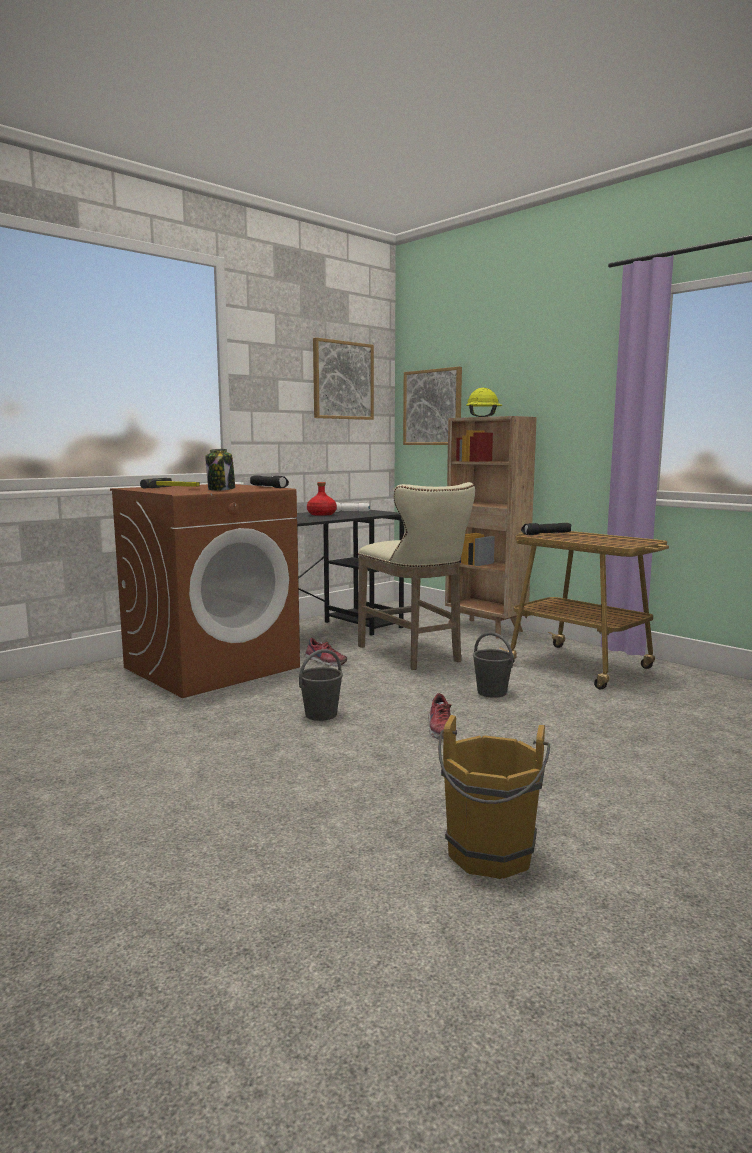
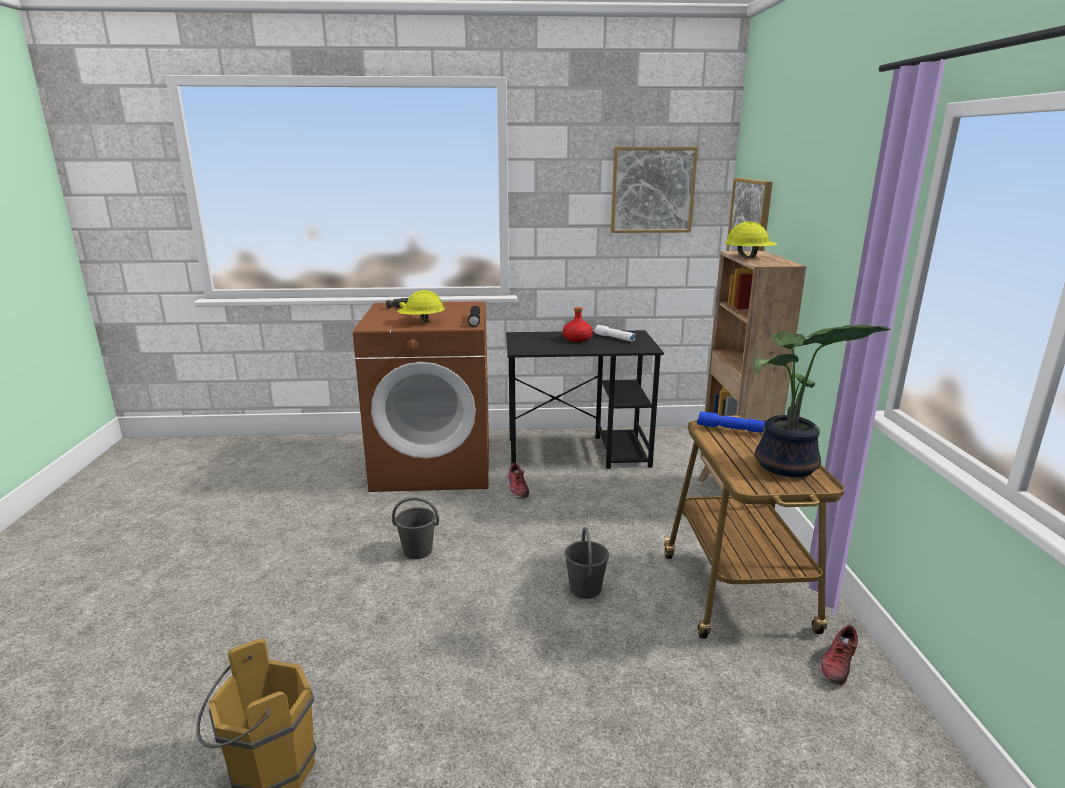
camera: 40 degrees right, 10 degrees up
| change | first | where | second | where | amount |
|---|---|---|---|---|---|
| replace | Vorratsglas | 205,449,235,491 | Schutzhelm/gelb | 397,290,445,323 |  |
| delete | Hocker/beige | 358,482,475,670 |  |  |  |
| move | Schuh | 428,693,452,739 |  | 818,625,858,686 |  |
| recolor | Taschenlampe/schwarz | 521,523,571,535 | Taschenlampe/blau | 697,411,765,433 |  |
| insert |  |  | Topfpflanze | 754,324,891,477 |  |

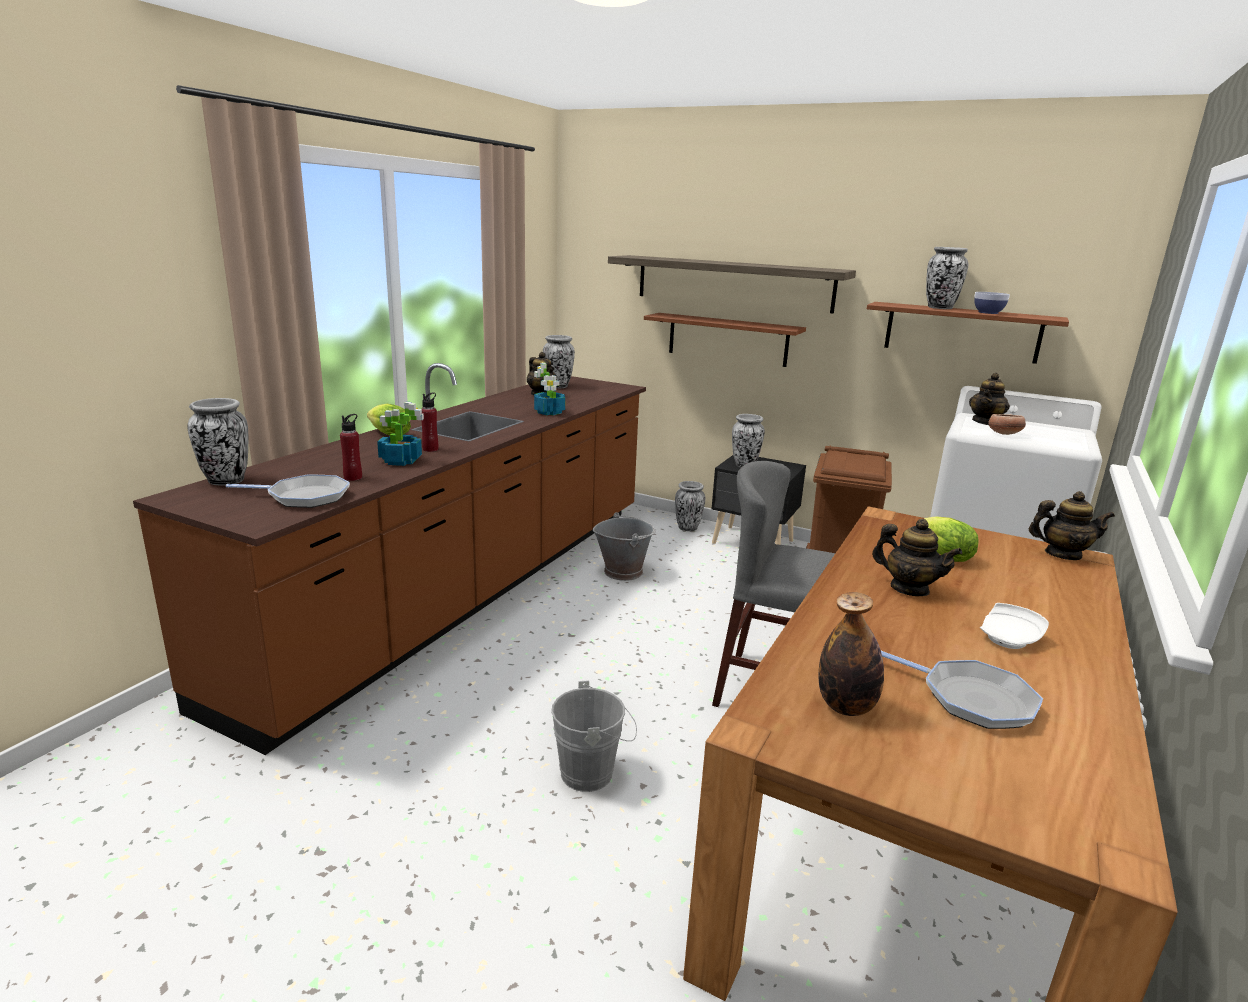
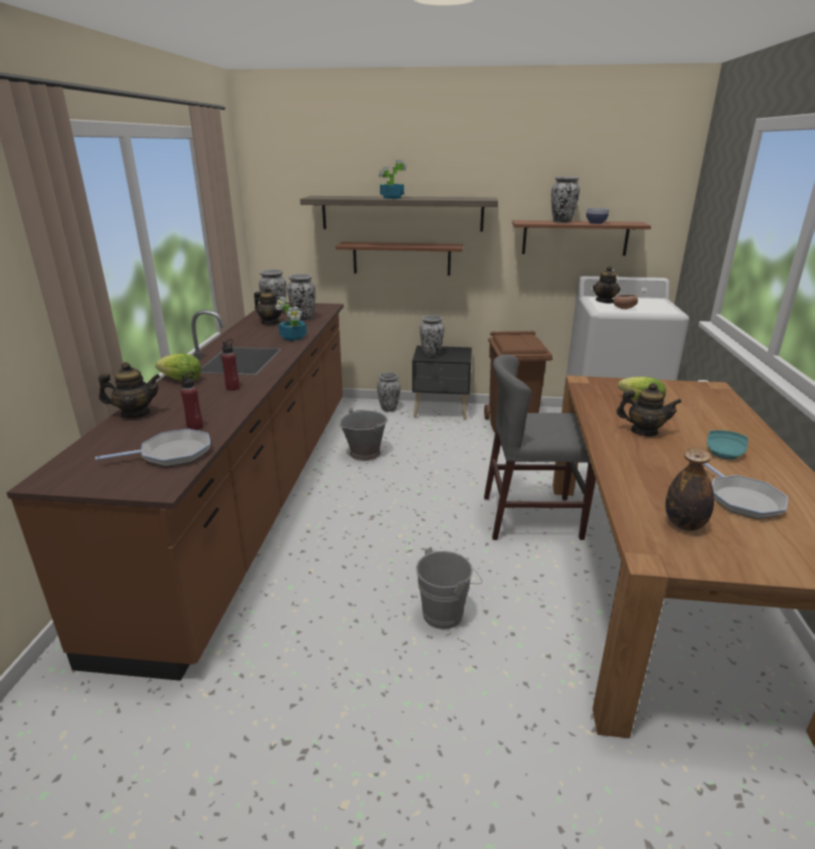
camera: 20 degrees left, 5 degrees up
| change | first | where | second | where | amount |
|---|---|---|---|---|---|
| move | Vase | 187,398,248,486 |  | 287,274,316,321 |  |
| move | Topfpflanze | 377,402,424,466 |  | 379,160,407,199 |  |
| rotate | Pfanne | 881,651,1043,729 |  | 703,463,788,519 | 60 degrees clockwise |
| recolor | Teller/weiß | 980,603,1049,649 | Teller/türkis | 707,430,748,460 |  |
| move | Teekanne | 1029,491,1115,560 |  | 98,362,160,418 |  |

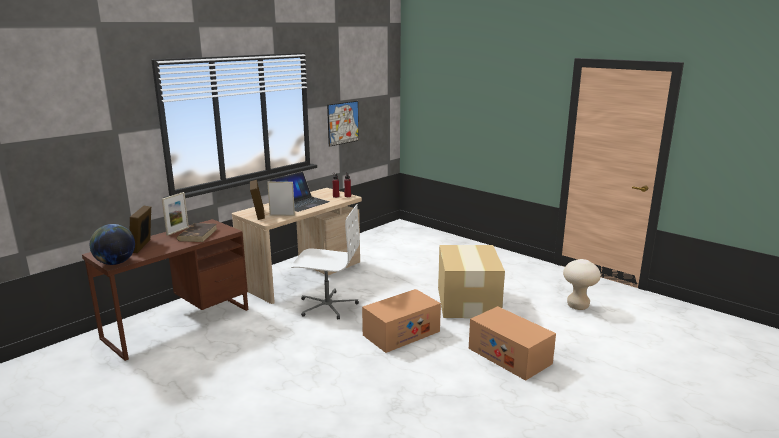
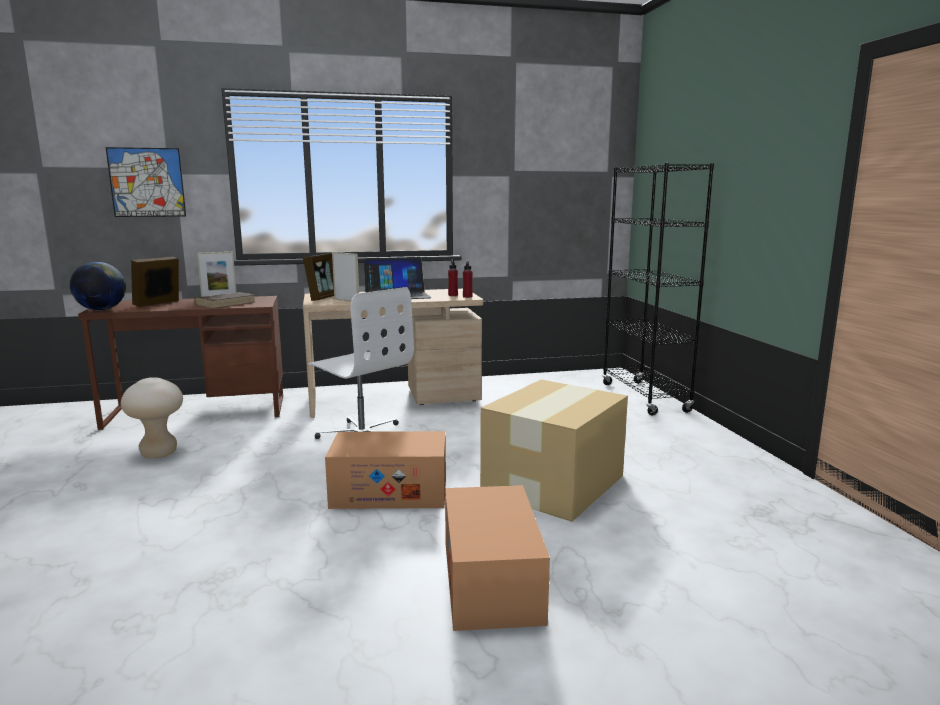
camera: 35 degrees right, 5 degrees down
| change | first | where | second | where | amount |
|---|---|---|---|---|---|
| move | Bild | 327,101,359,147 |  | 106,147,186,217 |  |
| move | Hocker/beige | 563,259,601,310 |  | 121,377,183,459 |  |
| insert |  |  | Bücherregal/schwarz | 602,163,714,416 |  |

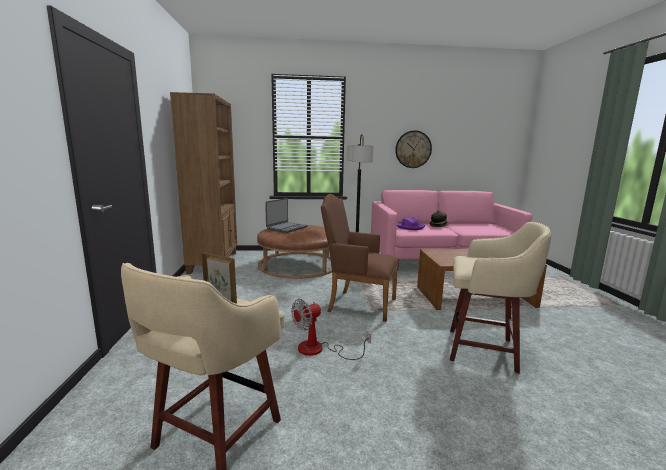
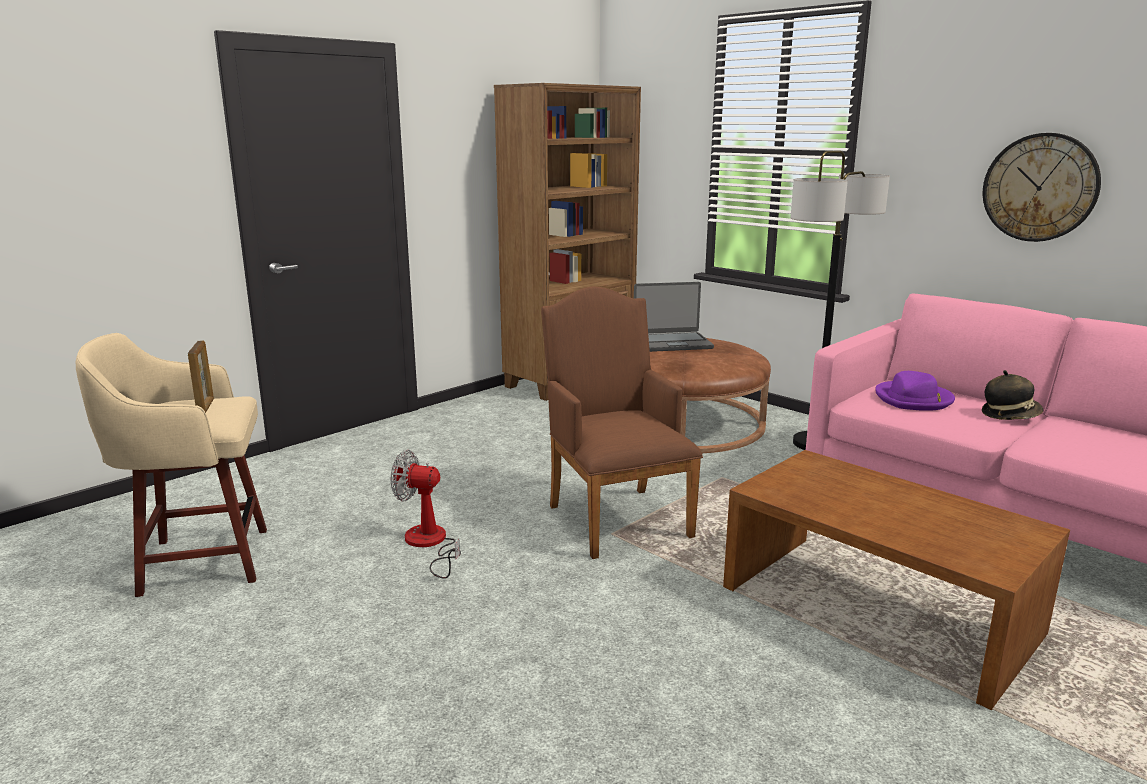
camera: 50 degrees right, 5 degrees up
| change | first | where | second | where | amount |
|---|---|---|---|---|---|
| delete | Hocker/beige | 450,222,551,373 |  |  |  |

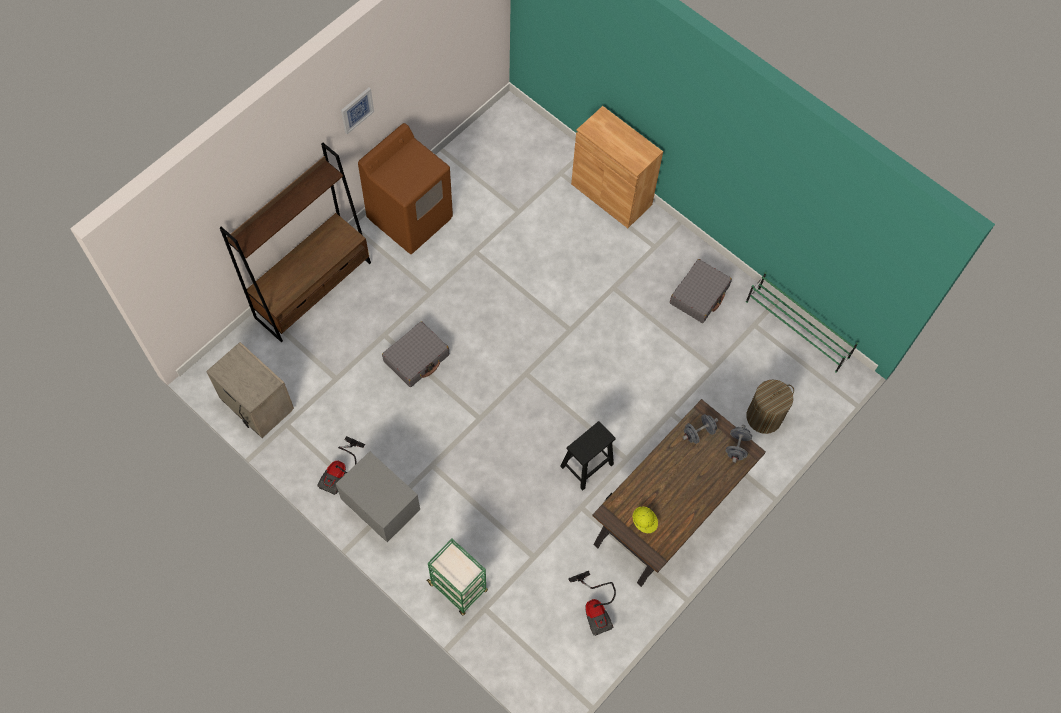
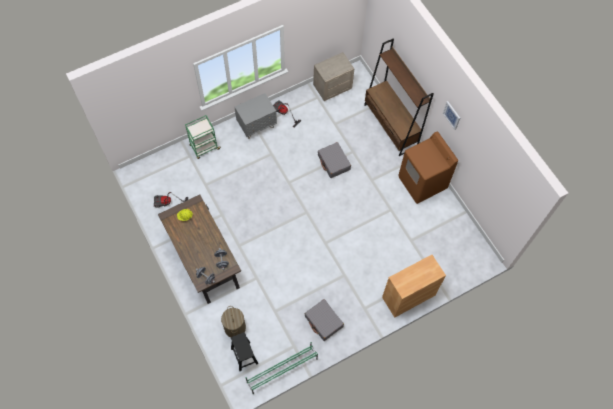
camera: 110 degrees right, 0 degrees up
| change | first | where | second | where | amount |
|---|---|---|---|---|---|
| move | Hocker/schwarz | 560,421,616,490 |  | 231,332,258,371 |  |

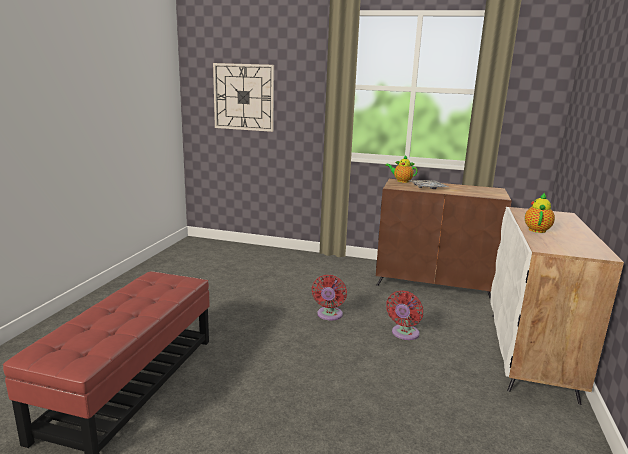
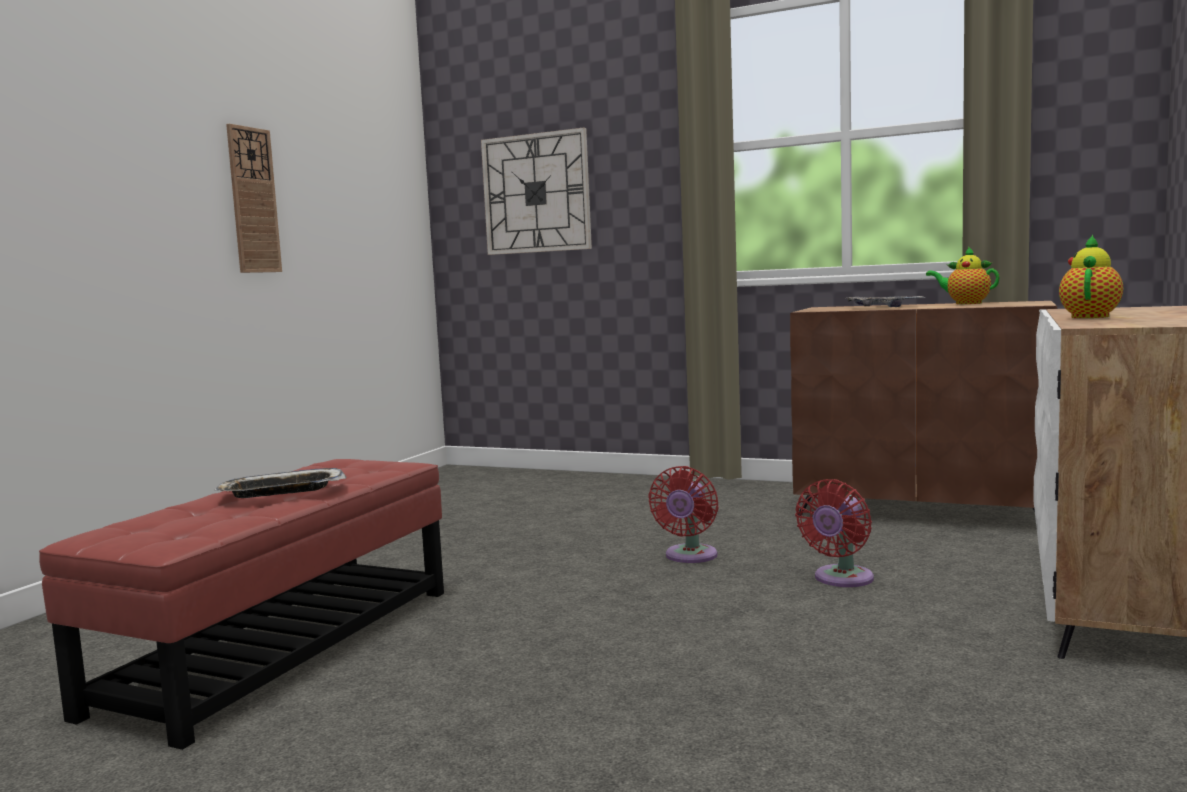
camera: 10 degrees right, 10 degrees down
| change | first | where | second | where | amount |
|---|---|---|---|---|---|
| move | Teekanne | 385,155,418,183 |  | 926,247,1000,304 |  |
| insert |  |  | Tablett | 215,468,347,498 |  |
| insert |  |  | Wanduhr | 226,124,282,273 |  |

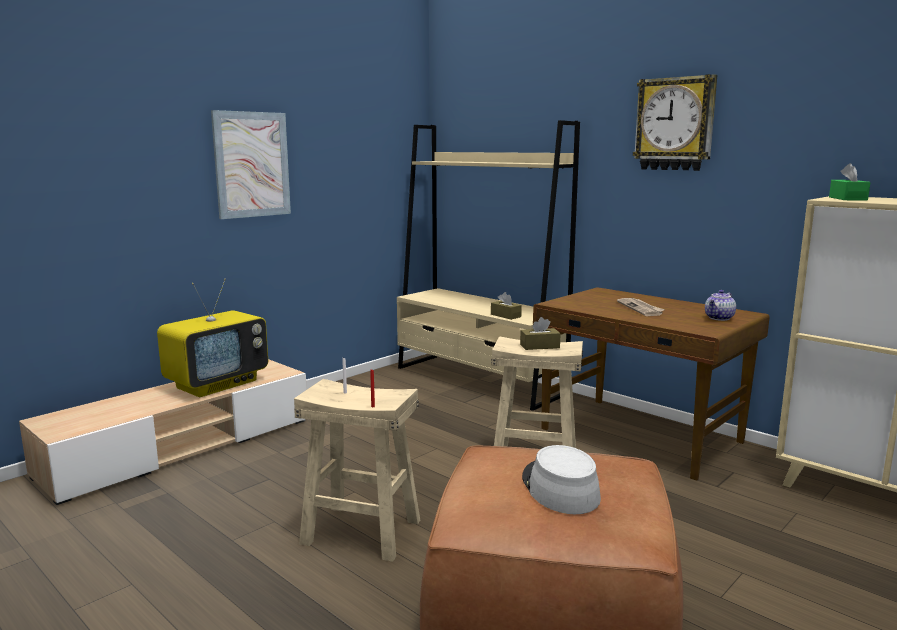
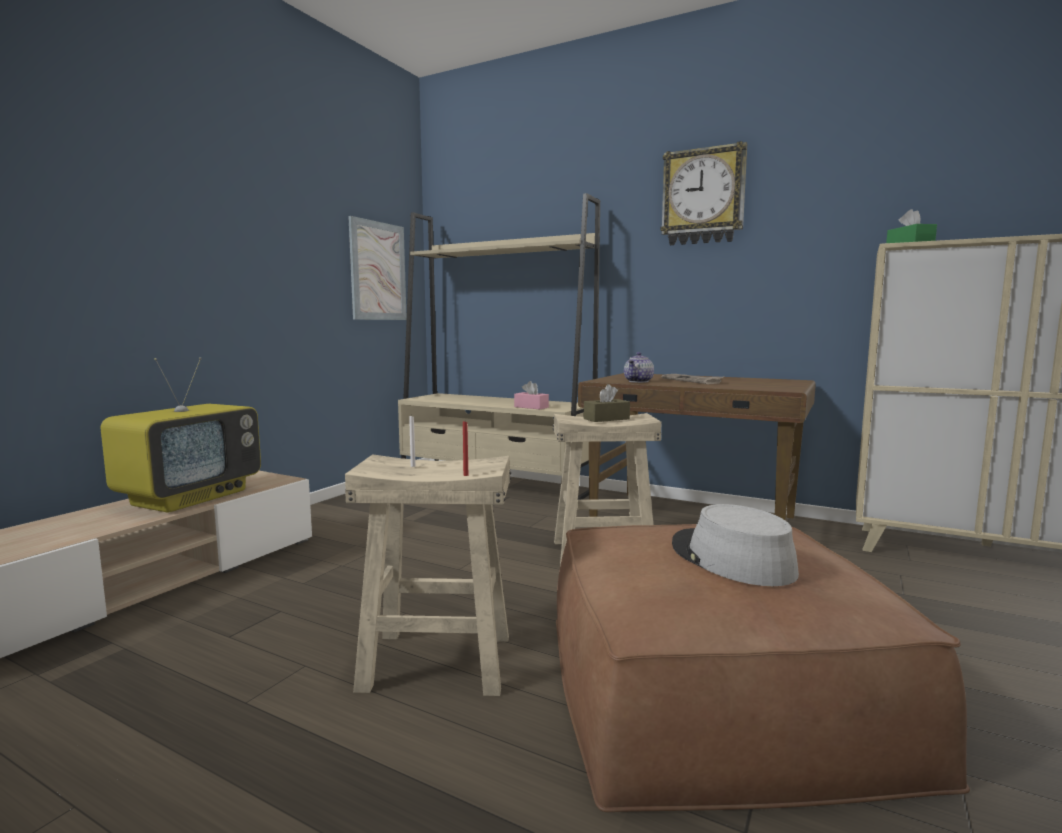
camera: 15 degrees left, 5 degrees down
| change | first | where | second | where | amount |
|---|---|---|---|---|---|
| move | Bild | 211,110,291,219 |  | 348,216,407,320 |  |
| recolor | Taschentuchbox/braun | 491,292,522,320 | Taschentuchbox/rosa | 514,381,549,409 |  |
| move | Teekanne | 705,290,736,321 |  | 624,352,654,383 |  |

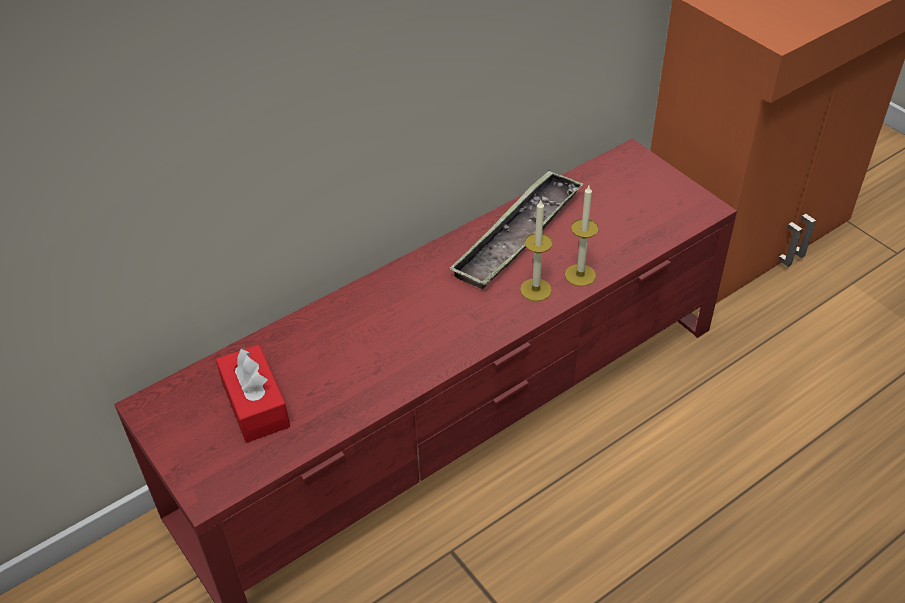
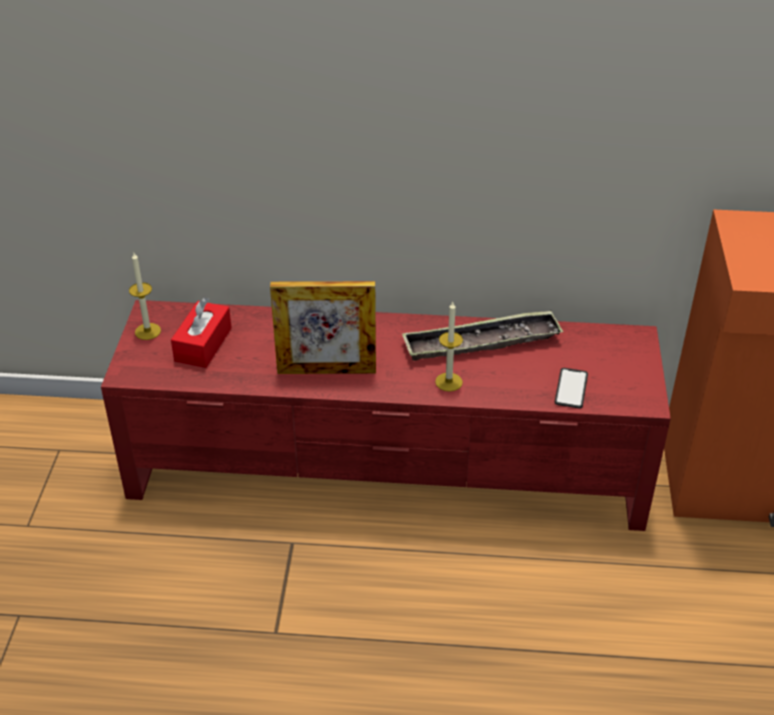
camera: 40 degrees right, 5 degrees down
| change | first | where | second | where | amount |
|---|---|---|---|---|---|
| move | Kerze | 565,186,599,286 |  | 129,253,161,340 |  |
| insert |  |  | Bilderrahmen | 270,281,376,374 |  |
| insert |  |  | Handy | 555,368,588,409 |  |

